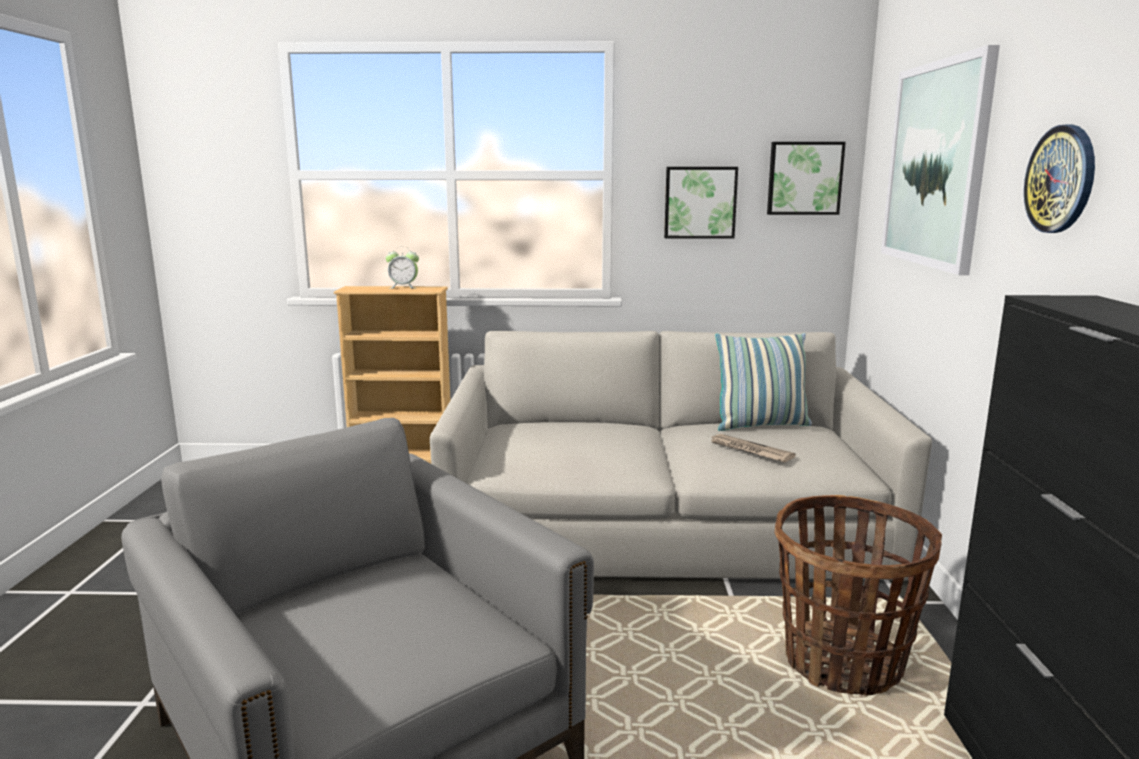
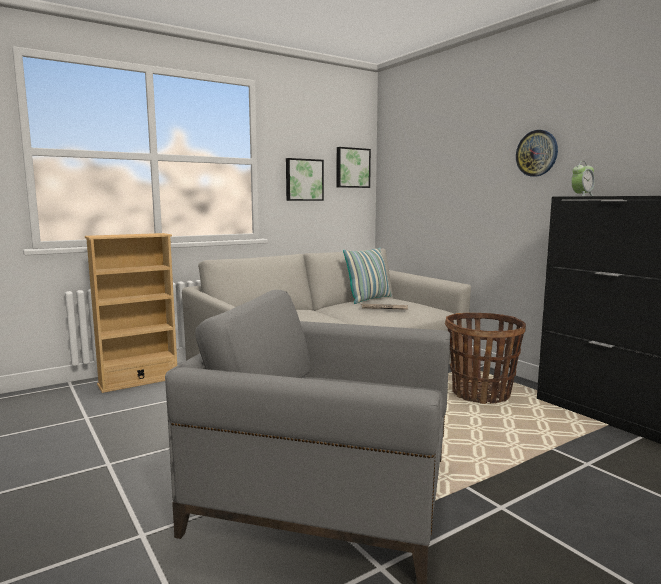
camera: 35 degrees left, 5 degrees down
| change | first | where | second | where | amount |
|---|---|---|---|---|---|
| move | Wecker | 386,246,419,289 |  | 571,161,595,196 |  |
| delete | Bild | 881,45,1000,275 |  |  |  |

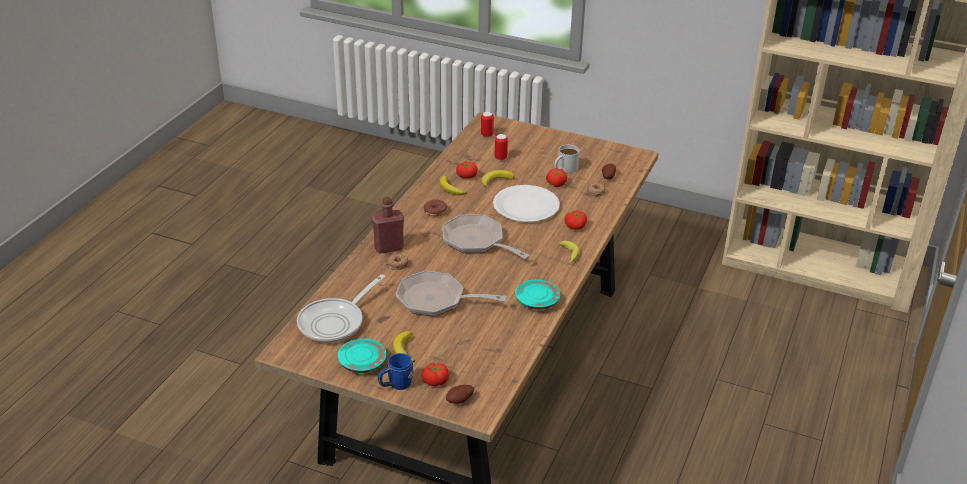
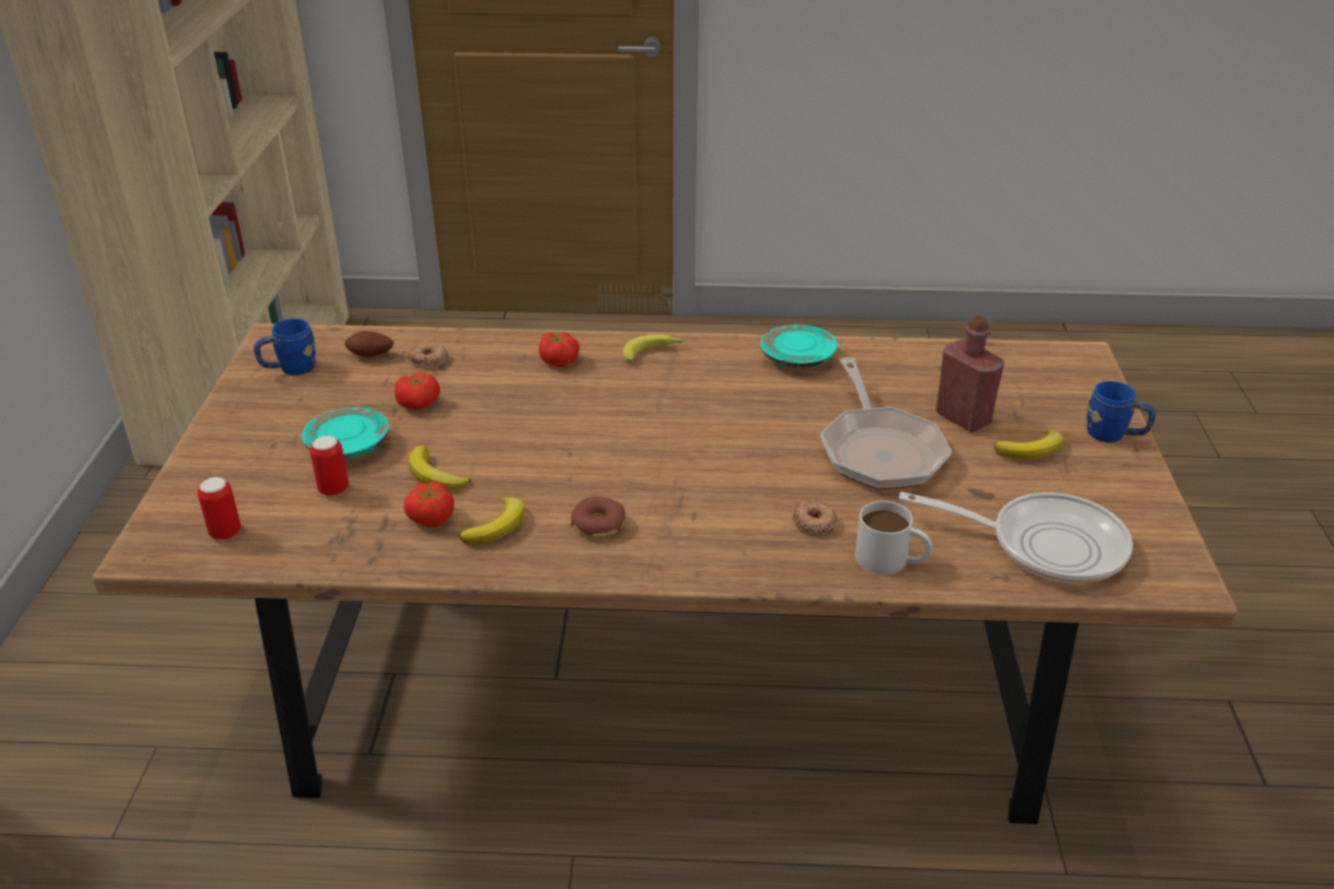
camera: 110 degrees left, 0 degrees up
| change | first | where | second | where | amount |
|---|---|---|---|---|---|
| move | Teller/türkis | 337,338,386,373 |  | 301,407,389,459 |  |
| move | Flasche/rot | 372,197,404,254 |  | 936,316,1004,432 |  |
| delete | Tomate | 421,363,449,386 |  |  |  |
| delete | Pfanne | 443,214,530,259 |  |  |  |
| delete | Kartoffel | 446,385,474,404 |  |  |  |
| delete | Teller/weiß | 493,185,560,222 |  |  |  |
| move | Henkelbecher/weiß | 554,145,579,173 |  | 855,501,932,574 |  |
| insert |  |  | Henkelbecher/blau | 254,318,316,375 |  |

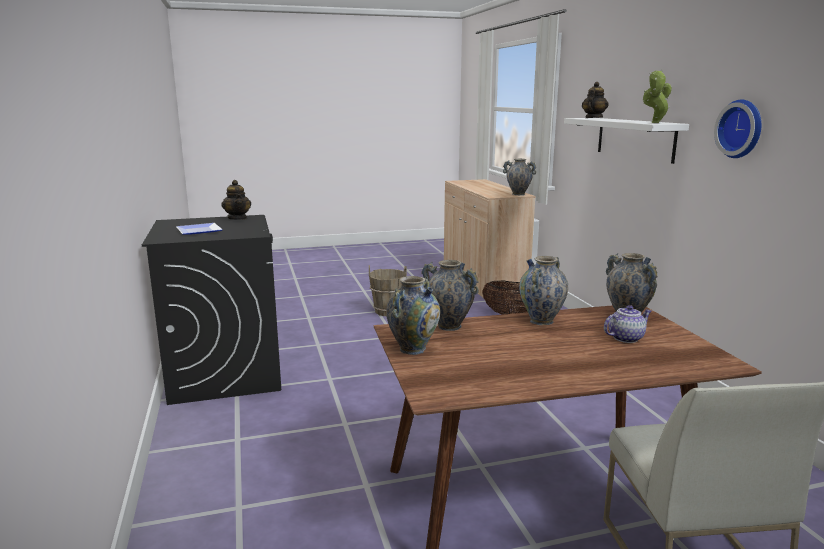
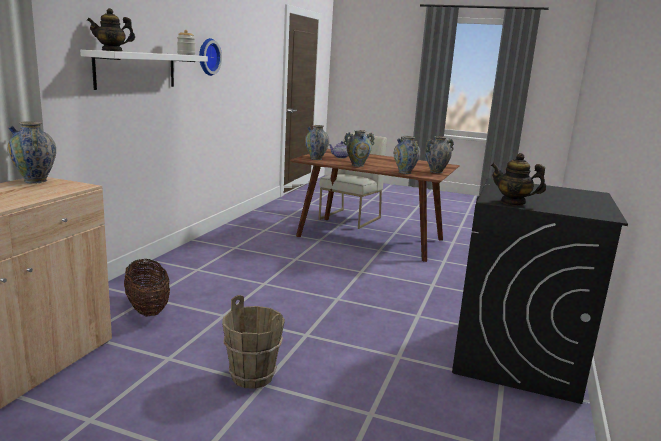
camera: 145 degrees left, 0 degrees up
| change | first | where | second | where | amount |
|---|---|---|---|---|---|
| delete | Teller | 176,223,223,235 |  |  |  |
| rotate | Teekanne | 221,180,251,220 |  | 491,153,546,206 | 75 degrees counterclockwise |
| replace | Topfpflanze | 643,70,672,123 | Vorratsglas | 177,30,195,55 |  |

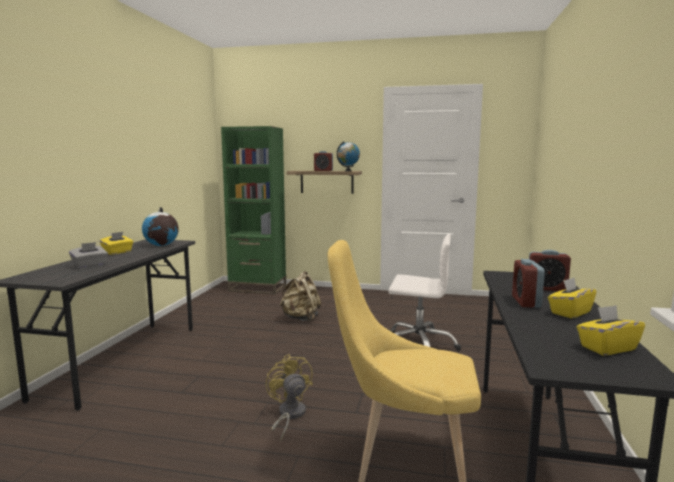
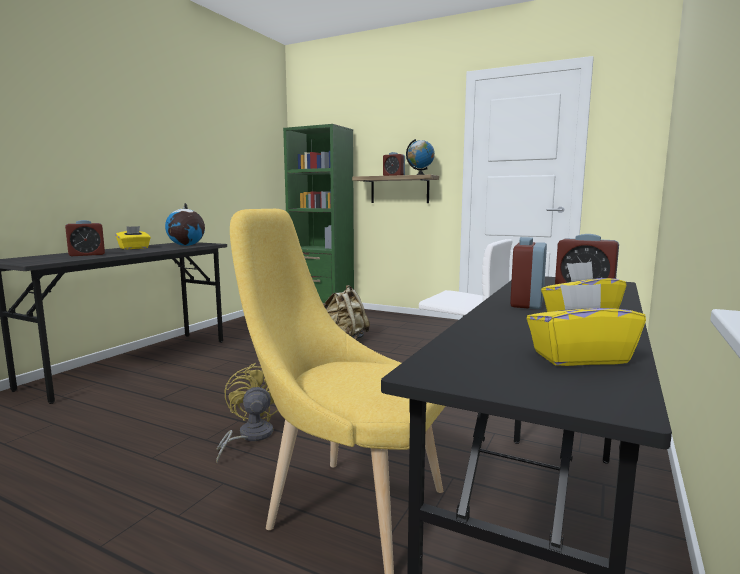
camera: 15 degrees right, 0 degrees up
| change | first | where | second | where | amount |
|---|---|---|---|---|---|
| replace | Taschentuchbox/grau | 69,242,108,268 | Wecker | 65,220,105,256 |  |

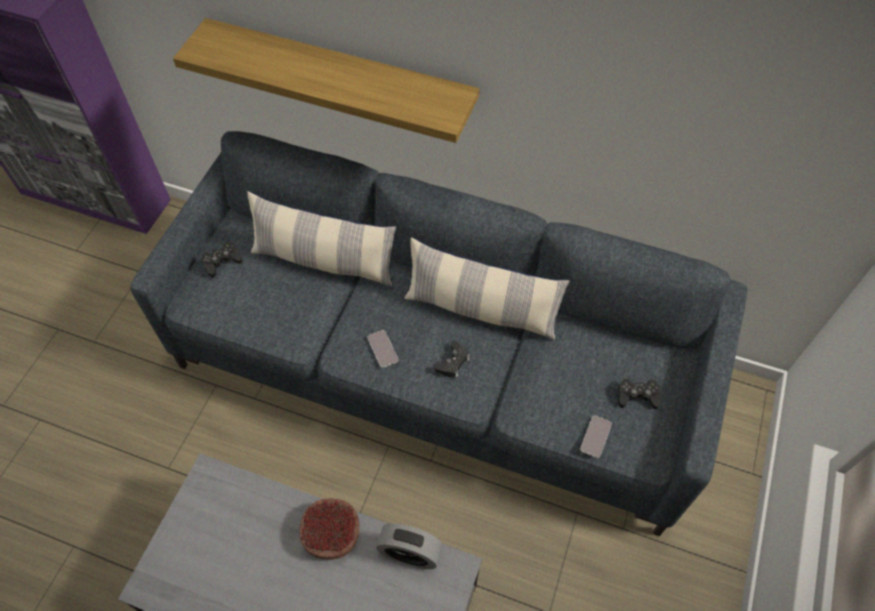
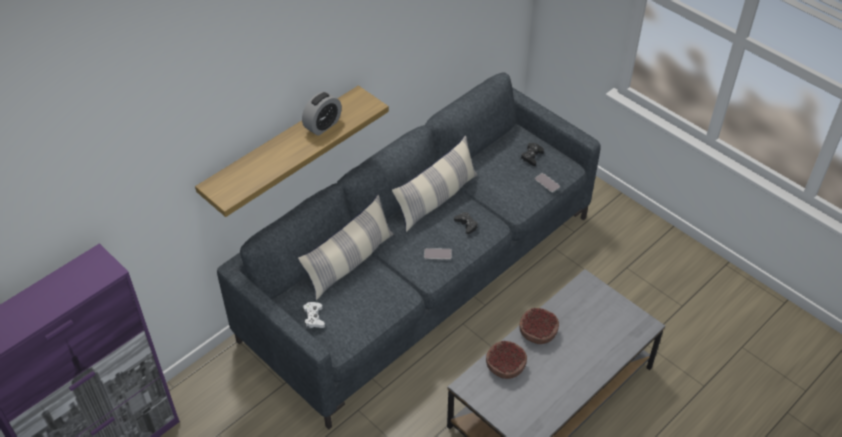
camera: 65 degrees left, 10 degrees down
| change | first | where | second | where | amount |
|---|---|---|---|---|---|
| recolor | Gamepad/schwarz | 201,241,243,278 | Gamepad/weiß | 303,302,325,328 |  |
| move | Wecker | 376,523,443,569 |  | 302,92,342,136 |  |
| insert |  |  | Schüssel | 486,341,527,379 |  |

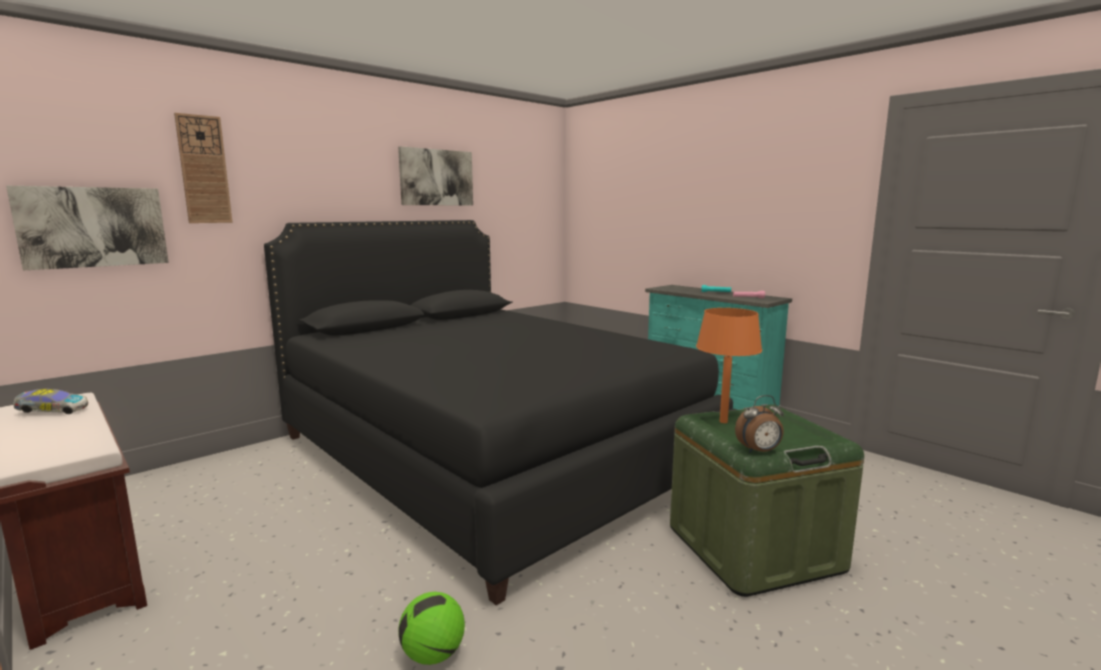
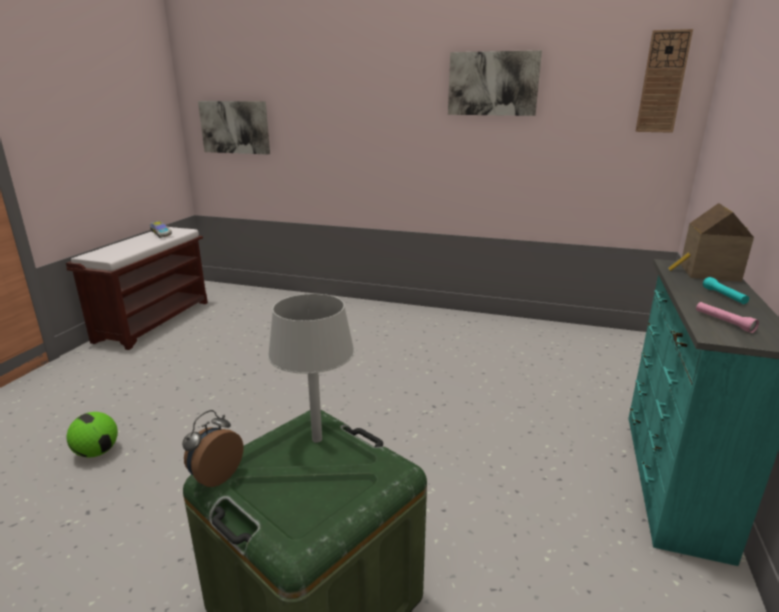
camera: 60 degrees right, 10 degrees up
| change | first | where | second | where | amount |
|---|---|---|---|---|---|
| move | Wanduhr | 174,113,233,223 |  | 635,29,693,133 |  |
| delete | Bett/schwarz | 264,220,733,605 |  |  |  |
| recolor | Tischlampe/orange | 696,308,762,423 | Tischlampe/grau | 268,294,354,443 |  |
| rotate | Wecker | 735,395,784,453 |  | 182,410,243,487 | 75 degrees clockwise |
| insert |  |  | Spielzeughaus | 668,203,754,282 |  |

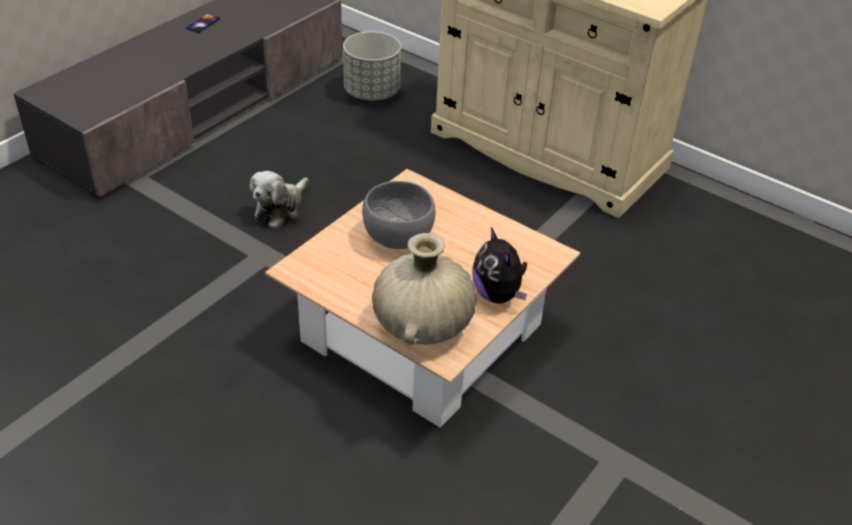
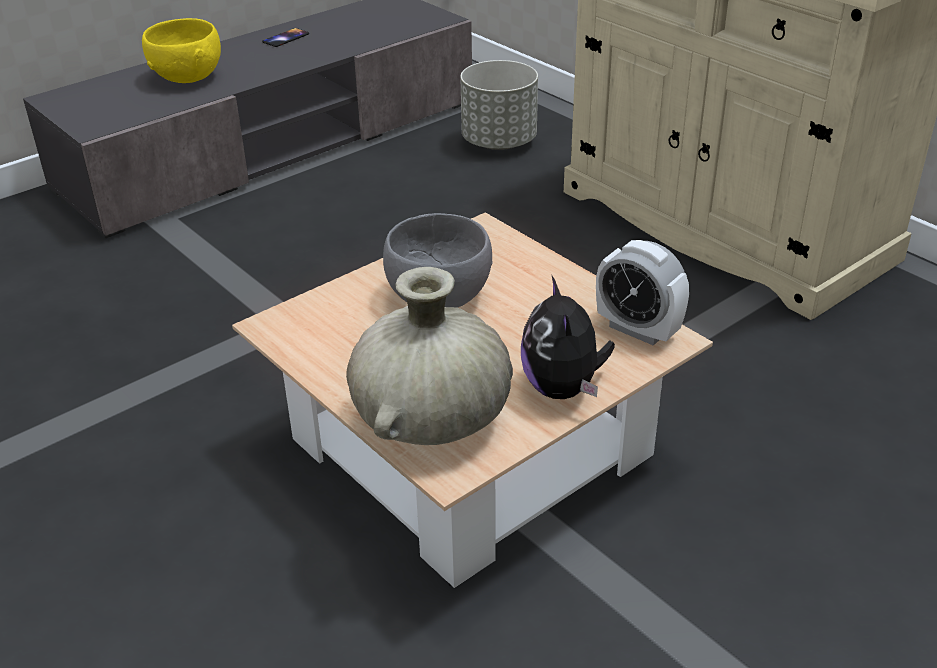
camera: 15 degrees right, 5 degrees down
| change | first | where | second | where | amount |
|---|---|---|---|---|---|
| delete | Plüschtier | 250,171,309,229 |  |  |  |
| insert |  |  | Schüssel/gelb | 142,18,221,83 |  |
| insert |  |  | Wecker | 596,240,689,346 |  |

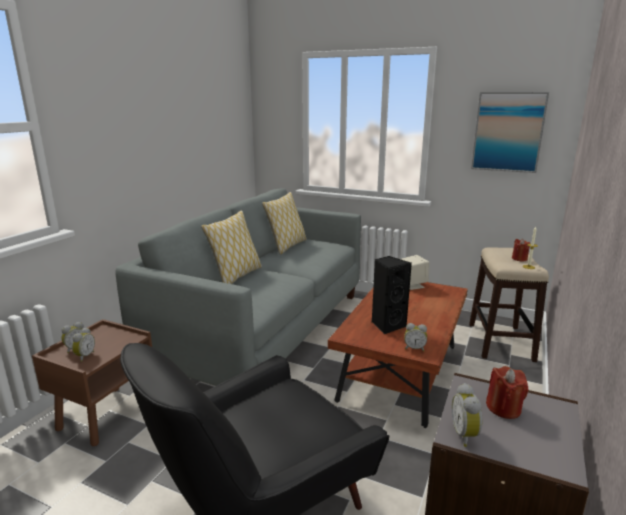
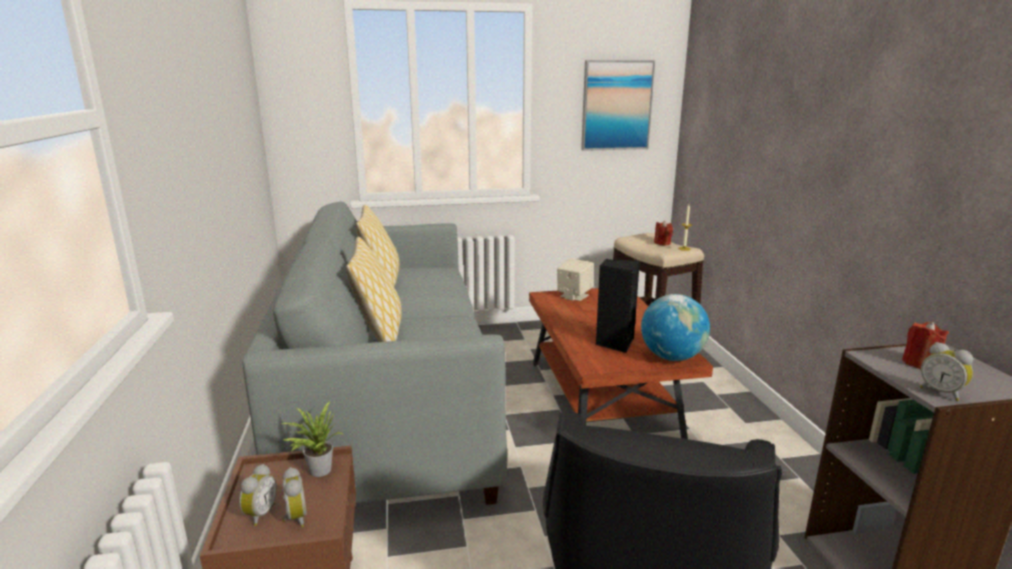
camera: 35 degrees left, 0 degrees up
| change | first | where | second | where | amount |
|---|---|---|---|---|---|
| replace | Wecker | 404,323,427,352 | Globus | 641,294,710,361 |  |
| insert |  |  | Topfpflanze | 282,401,342,477 |  |

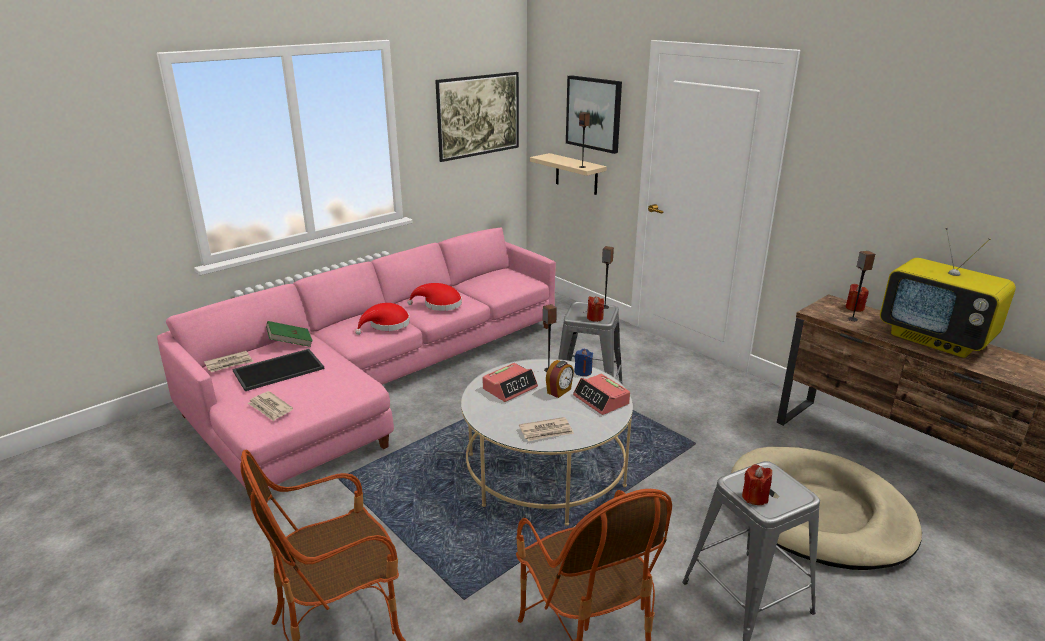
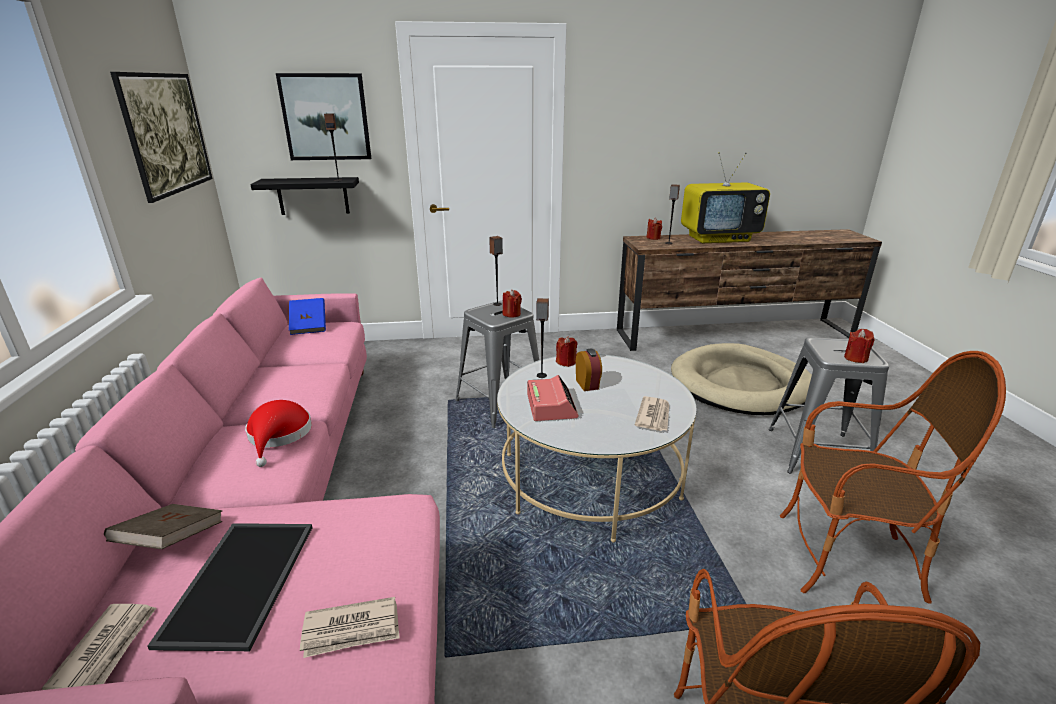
camera: 55 degrees left, 0 degrees up
| change | first | where | second | where | amount |
|---|---|---|---|---|---|
| recolor | Buch/grün | 266,321,313,347 | Buch/braun | 104,504,223,549 |  |
| delete | Hut/rot | 407,283,462,311 |  |  |  |
| recolor | Wandregal/beige | 530,153,607,195 | Wandregal/schwarz | 251,177,359,215 |  |
| delete | Wecker | 573,374,630,415 |  |  |  |
| recolor | Kerze/blau | 574,349,593,376 | Kerze/rot | 556,336,577,367 |  |
| insert |  |  | Buch/blau | 289,298,326,335 |  |

